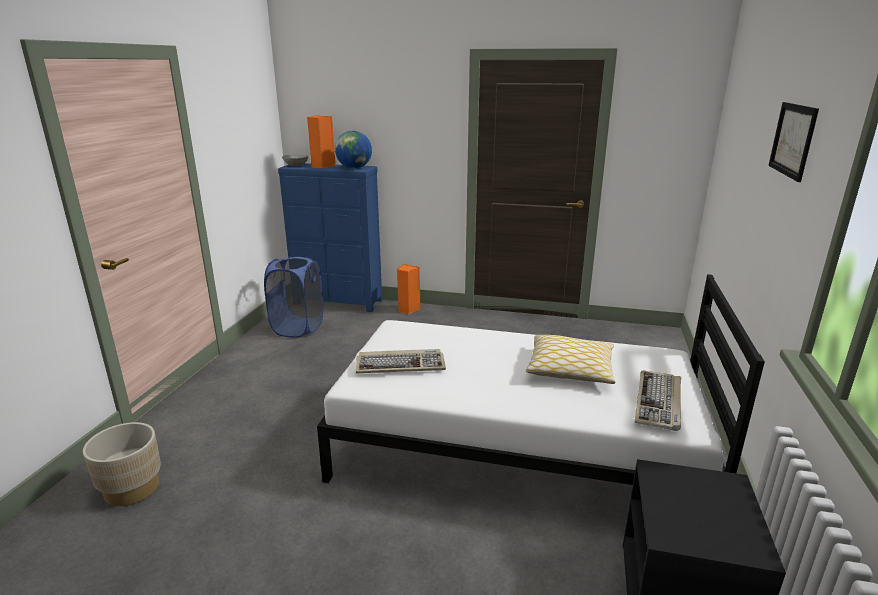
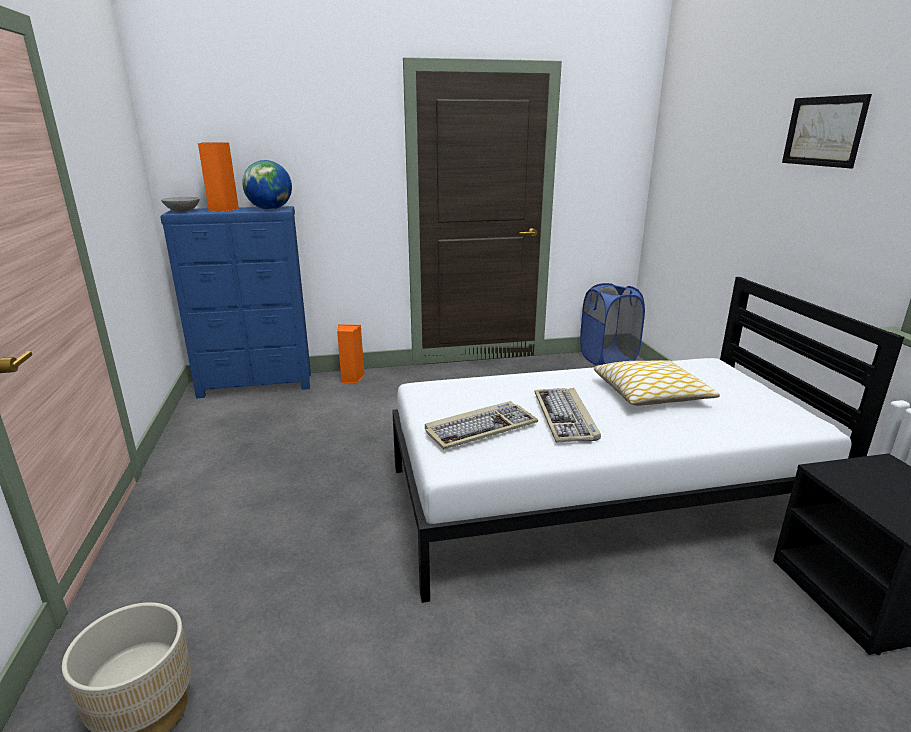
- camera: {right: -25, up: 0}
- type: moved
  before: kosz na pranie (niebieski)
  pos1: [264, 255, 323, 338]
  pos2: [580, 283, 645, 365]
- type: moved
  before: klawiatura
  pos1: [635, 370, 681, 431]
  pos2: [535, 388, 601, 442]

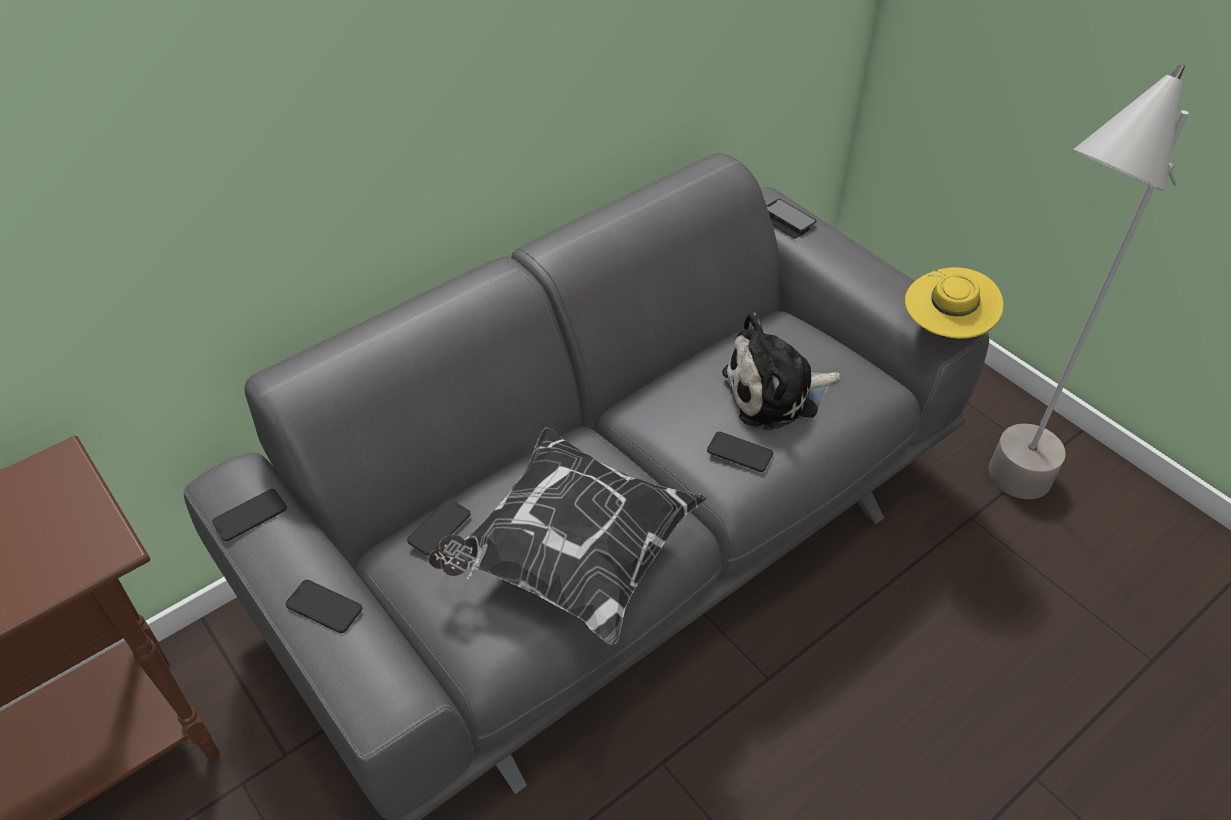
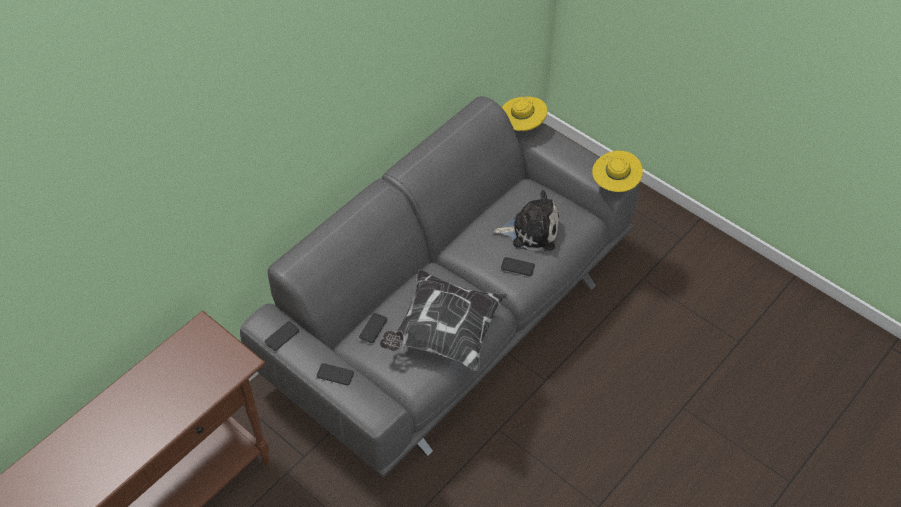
- camera: {right: -10, up: 5}
- type: removed
  before: lampa stojąca (szary)
  pos1: [988, 64, 1189, 499]
- type: replaced
  before: telefon
  after: kapelusz (żółty)
  pos1: [767, 199, 816, 238]
  pos2: [502, 93, 547, 131]
- type: turned
  before: pluszak
  pos1: [722, 312, 840, 430]
  pos2: [493, 190, 559, 252]
  turn: -150

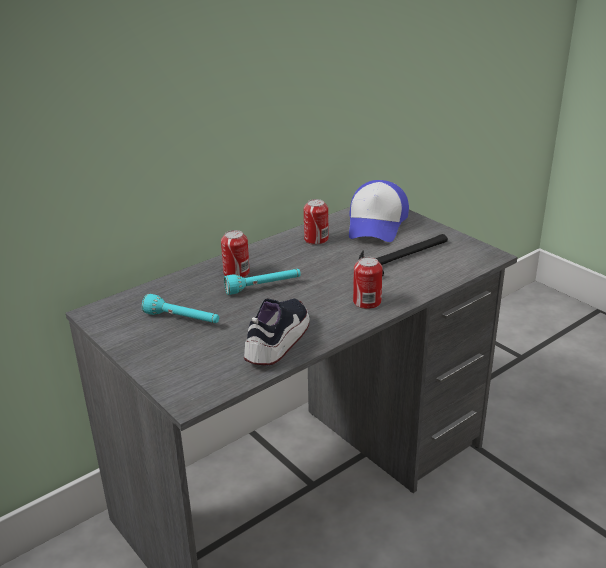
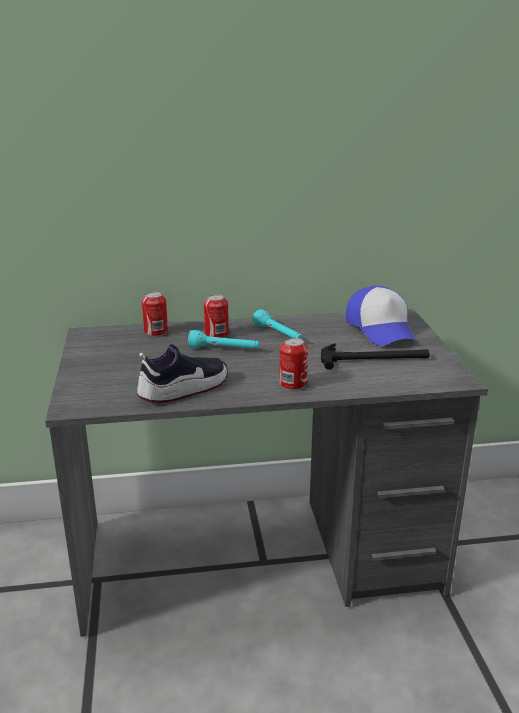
- camera: {right: 30, up: -5}
- type: moved
  before: latarka (turkusowy)
  pos1: [142, 294, 219, 323]
  pos2: [252, 309, 302, 339]
- type: moved
  before: puszka
  pos1: [304, 199, 328, 245]
  pos2: [142, 292, 168, 336]
- type: turned
  before: czapka z daszkiem
  pos1: [349, 180, 409, 242]
  pos2: [346, 286, 416, 346]
  turn: -60

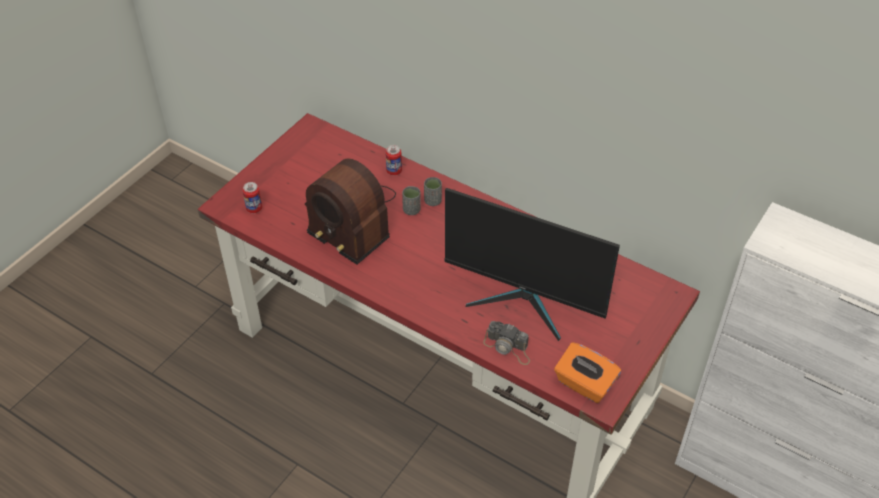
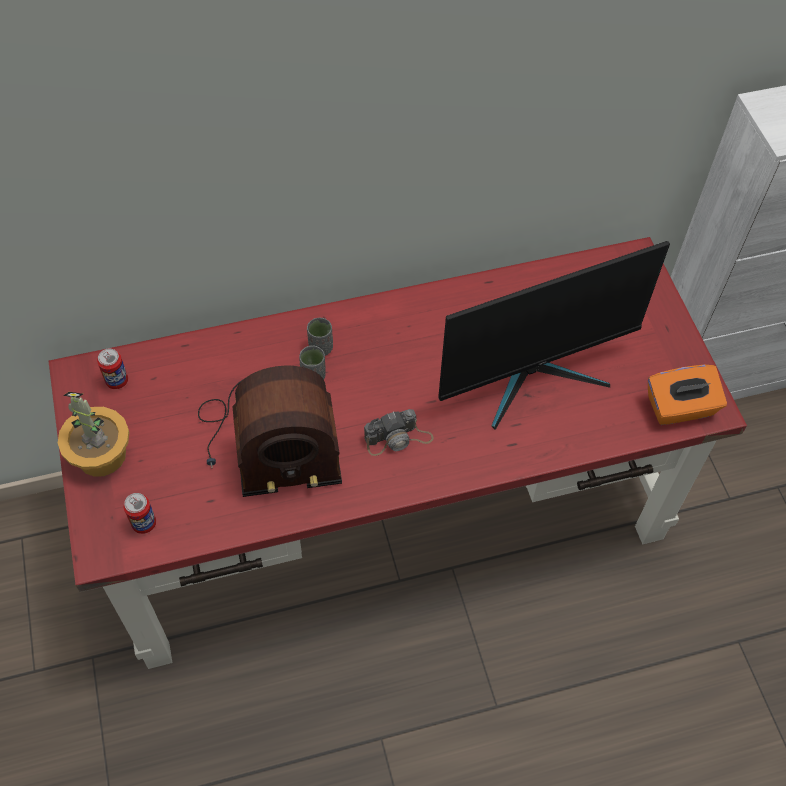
- camera: {right: -50, up: 10}
- type: added
  after: roślina doniczkowa
  pos2: [58, 392, 129, 477]
- type: moved
  before: puszka
  pos1: [385, 145, 402, 176]
  pos2: [97, 349, 128, 389]
- type: moved
  before: aparat fotograficzny
  pos1: [483, 321, 530, 365]
  pos2: [364, 409, 434, 456]

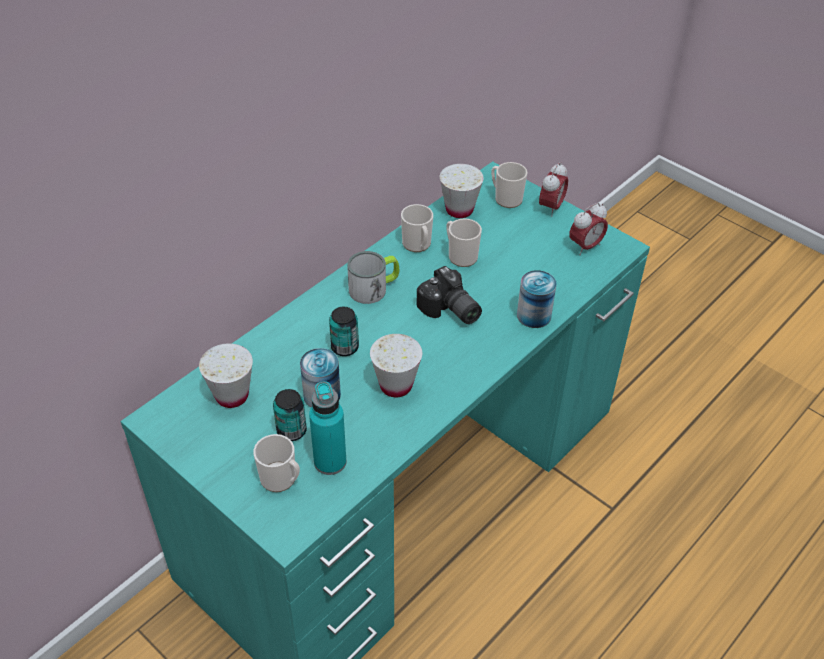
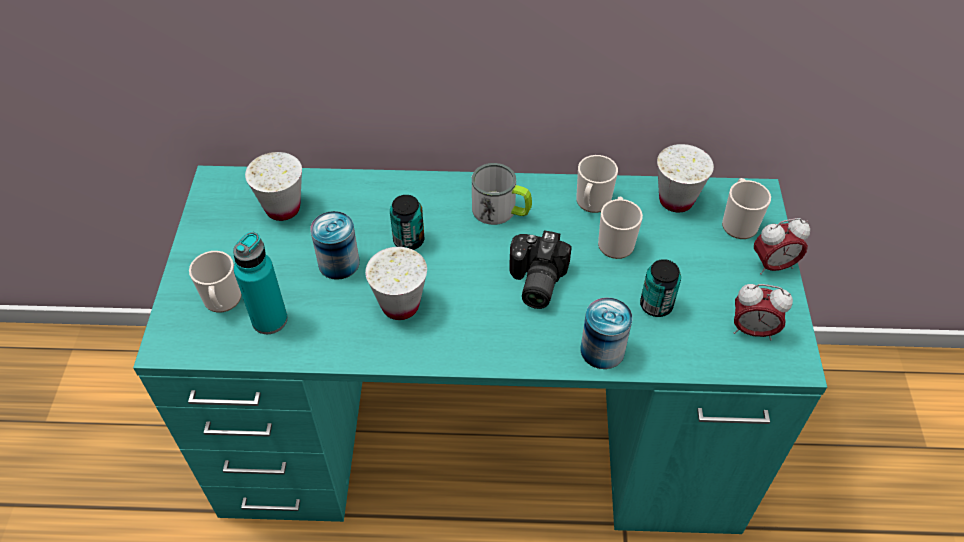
- camera: {right: 50, up: 5}
- type: moved
  before: puszka
  pos1: [273, 389, 307, 441]
  pos2: [640, 259, 681, 317]

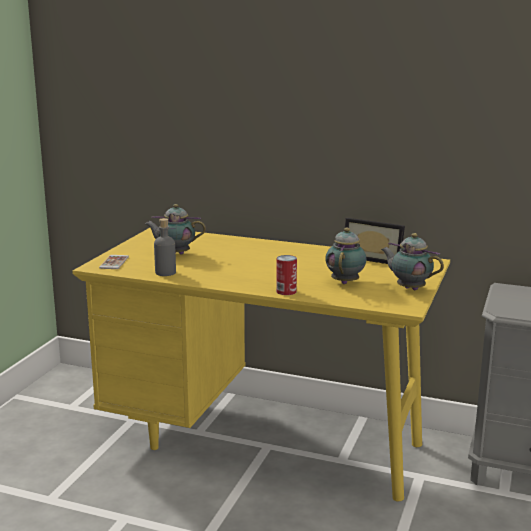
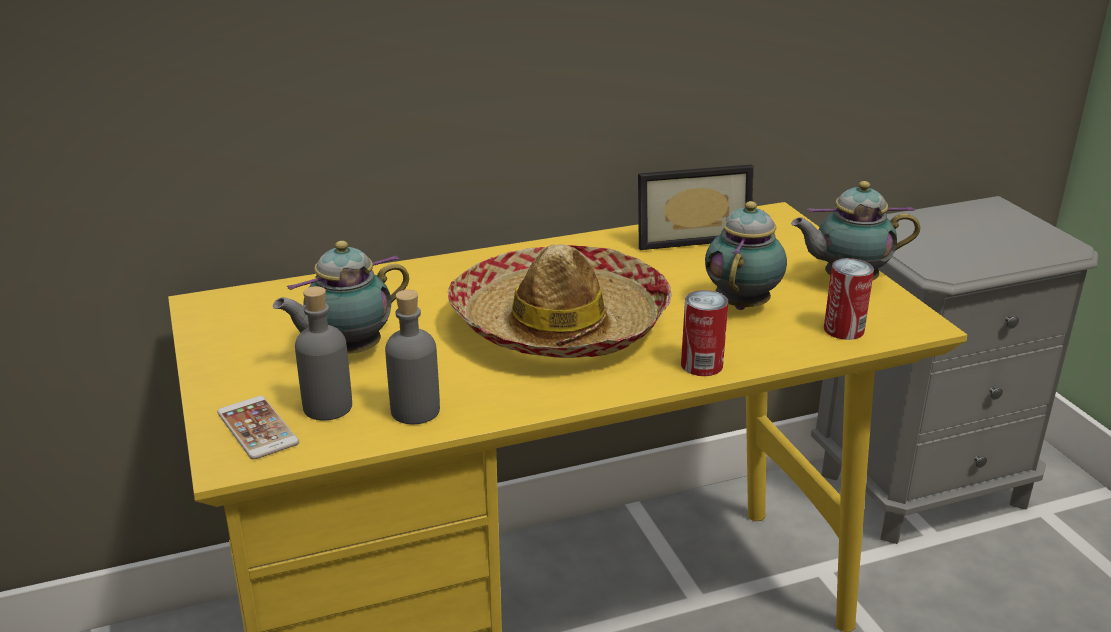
- camera: {right: -40, up: 10}
- type: added
  after: butelka (szary)
  pos2: [295, 286, 352, 421]
- type: added
  after: kapelusz
  pos2: [448, 244, 672, 358]
- type: added
  after: puszka
  pos2: [824, 258, 874, 340]
- type: turned
  before: imbryk
  pos1: [325, 228, 367, 284]
  pos2: [705, 201, 787, 310]
  turn: 45

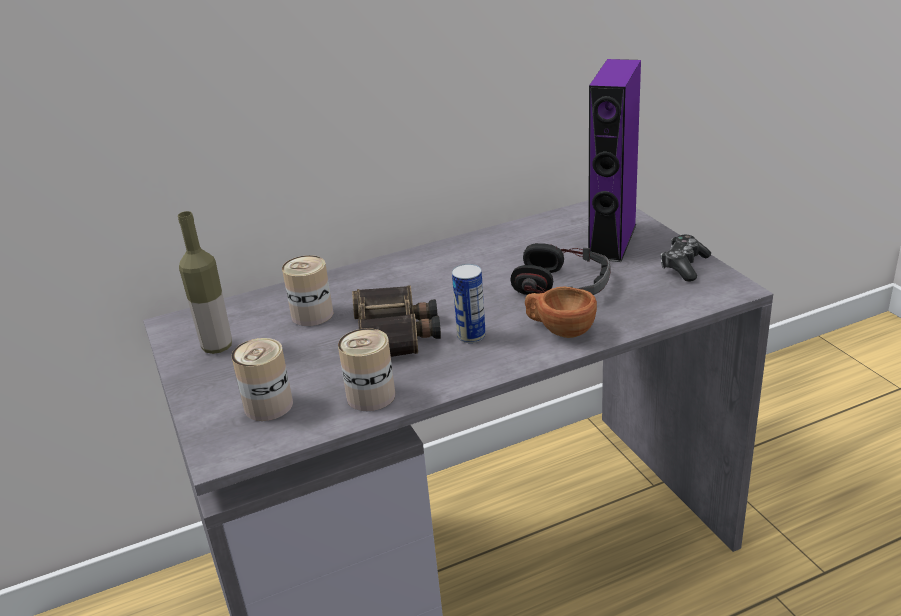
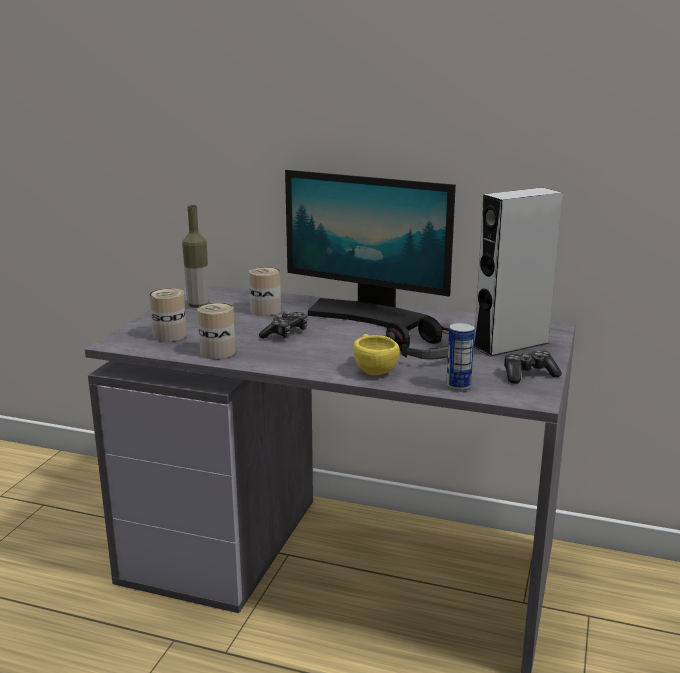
- camera: {right: 40, up: -10}
- type: added
  after: monitor
  pos2: [285, 170, 456, 331]
- type: moved
  before: puszka
  pos1: [452, 264, 486, 343]
  pos2: [446, 322, 475, 392]
- type: replaced
  before: lornetka
  after: pad do gier
  pos1: [352, 285, 441, 357]
  pos2: [259, 311, 308, 339]
- type: recoloured
  before: filiżanka (brązowy)
  after: filiżanka (żółty)
  pos1: [525, 286, 597, 338]
  pos2: [353, 334, 400, 375]
- type: recoloured
  before: głośnik (fioletowy)
  after: głośnik (szary)
  pos1: [588, 59, 641, 262]
  pos2: [474, 187, 563, 357]

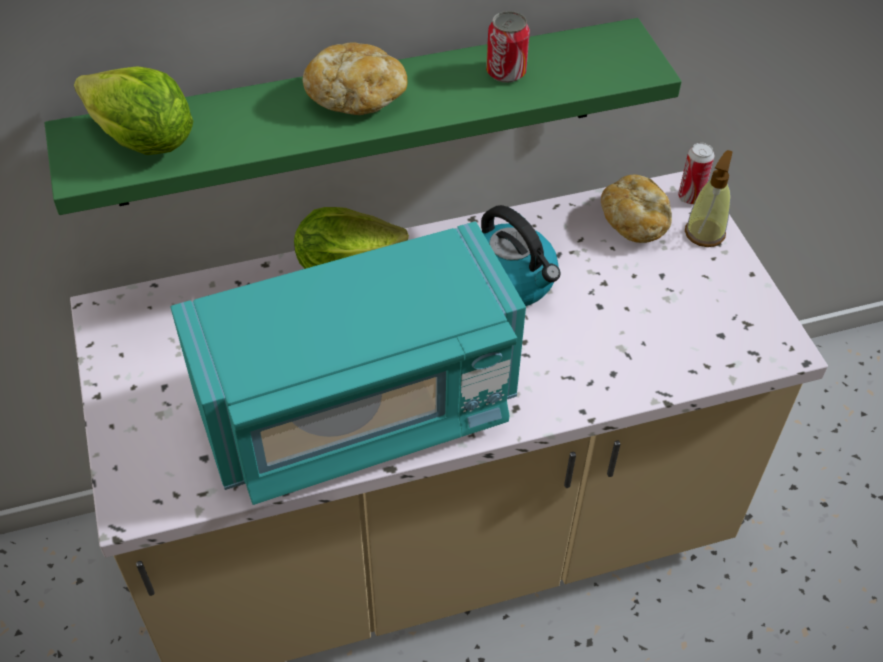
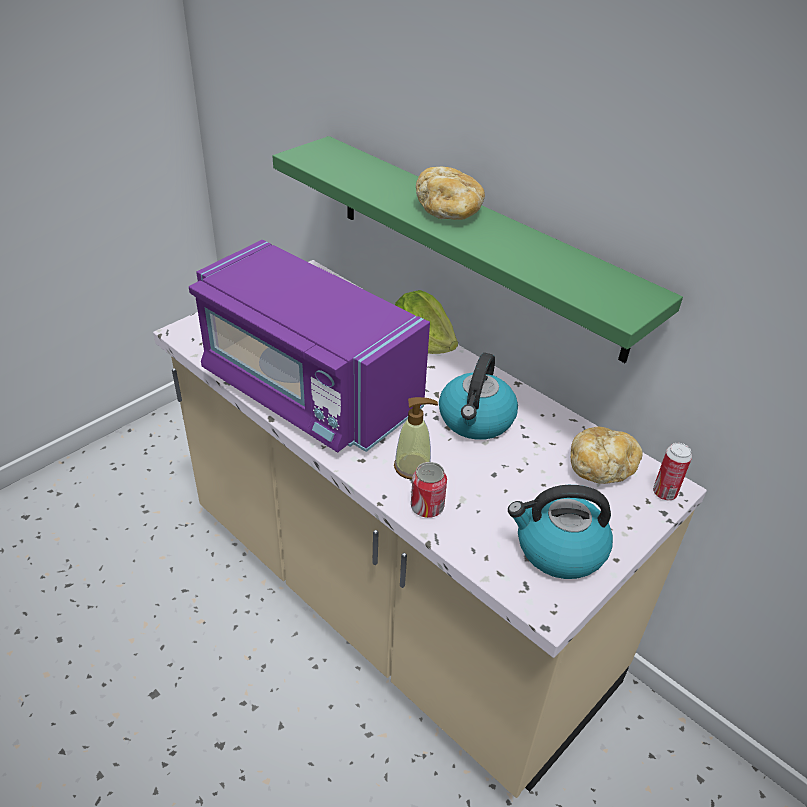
- camera: {right: 60, up: -10}
- type: removed
  before: sałata
  pos1: [74, 66, 193, 155]
- type: added
  after: czajnik
  pos2: [508, 485, 613, 579]
- type: moved
  before: puszka
  pos1: [486, 11, 530, 83]
  pos2: [411, 462, 447, 518]
- type: moved
  before: dozownik mydła
  pos1: [685, 150, 732, 247]
  pos2: [394, 397, 438, 479]
- type: recoloured
  before: mikrofalówka (turkusowy)
  after: mikrofalówka (fioletowy)
  pos1: [170, 221, 526, 505]
  pos2: [189, 240, 430, 452]

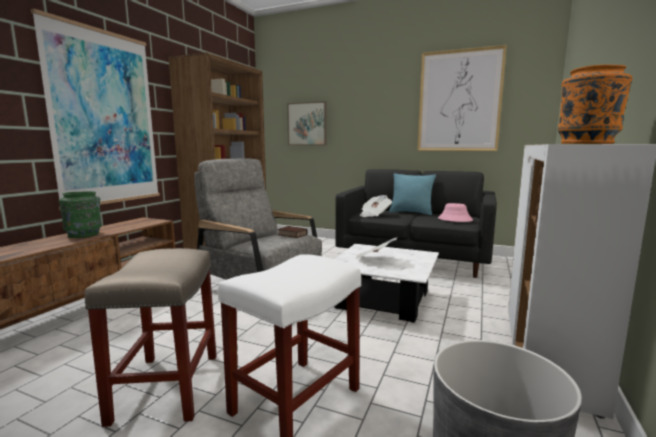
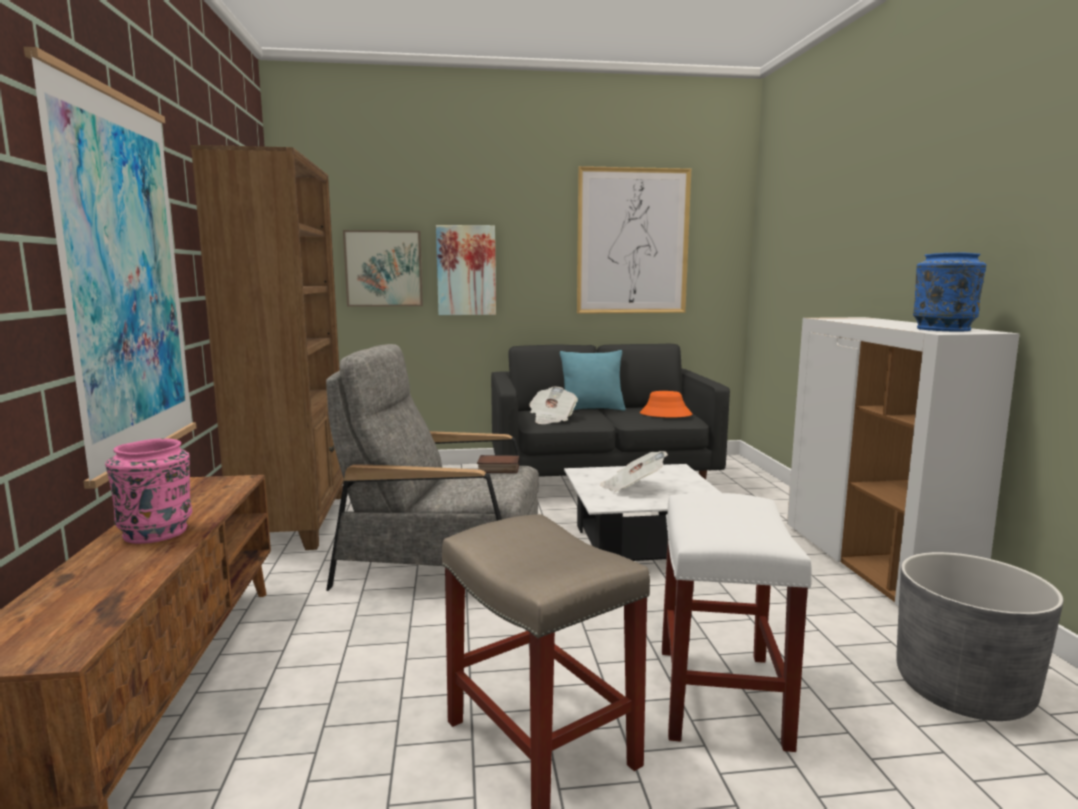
- camera: {right: -30, up: 0}
- type: added
  after: obraz
  pos2: [436, 225, 496, 315]
- type: recoloured
  before: wazon (zielony)
  after: wazon (różowy)
  pos1: [59, 191, 102, 238]
  pos2: [105, 438, 192, 544]
- type: recoloured
  before: kapelusz (różowy)
  after: kapelusz (pomarańczowy)
  pos1: [438, 203, 473, 222]
  pos2: [640, 391, 692, 417]
- type: recoloured
  before: wazon (pomarańczowy)
  after: wazon (niebieski)
  pos1: [558, 65, 632, 144]
  pos2: [913, 252, 986, 332]

